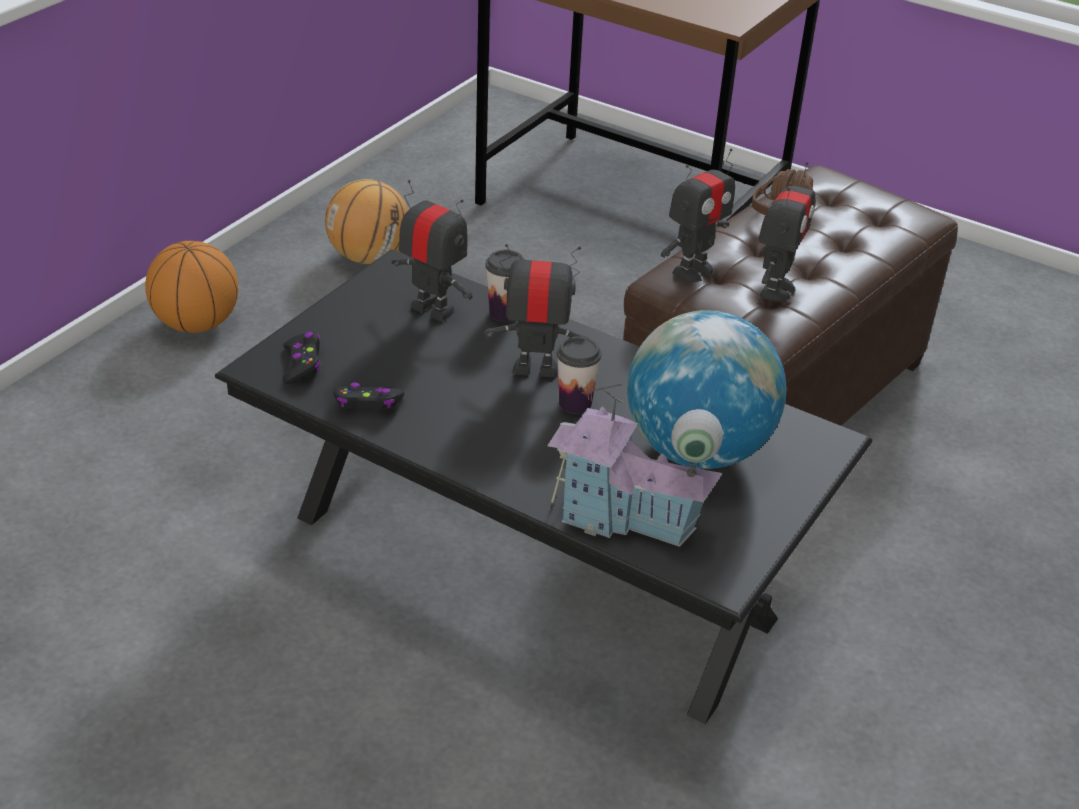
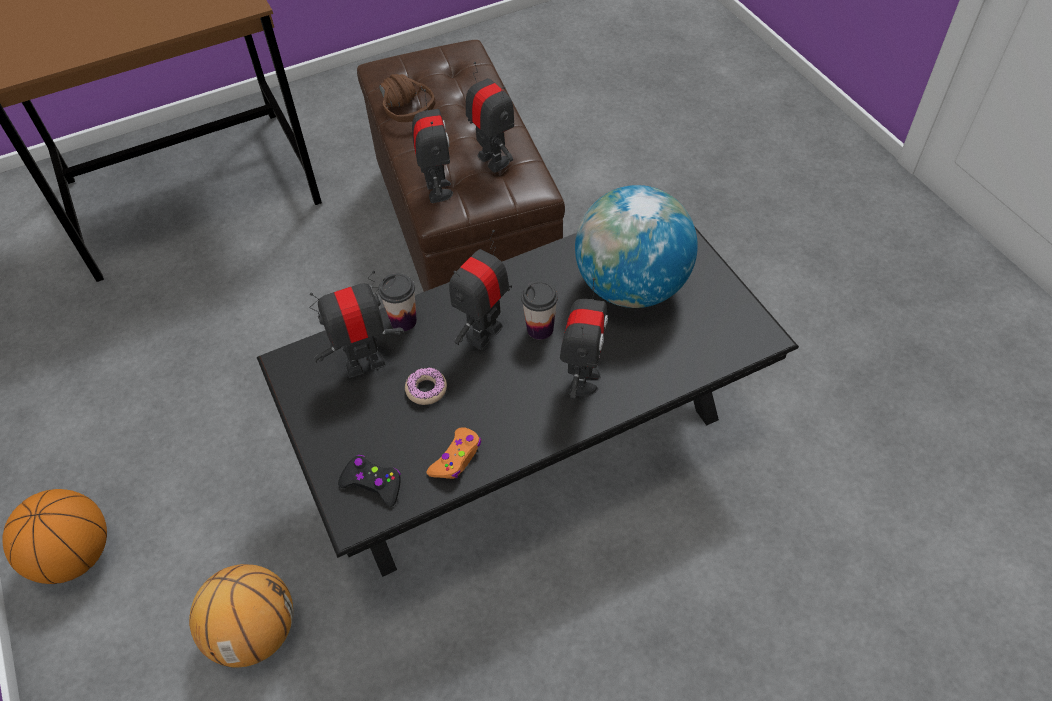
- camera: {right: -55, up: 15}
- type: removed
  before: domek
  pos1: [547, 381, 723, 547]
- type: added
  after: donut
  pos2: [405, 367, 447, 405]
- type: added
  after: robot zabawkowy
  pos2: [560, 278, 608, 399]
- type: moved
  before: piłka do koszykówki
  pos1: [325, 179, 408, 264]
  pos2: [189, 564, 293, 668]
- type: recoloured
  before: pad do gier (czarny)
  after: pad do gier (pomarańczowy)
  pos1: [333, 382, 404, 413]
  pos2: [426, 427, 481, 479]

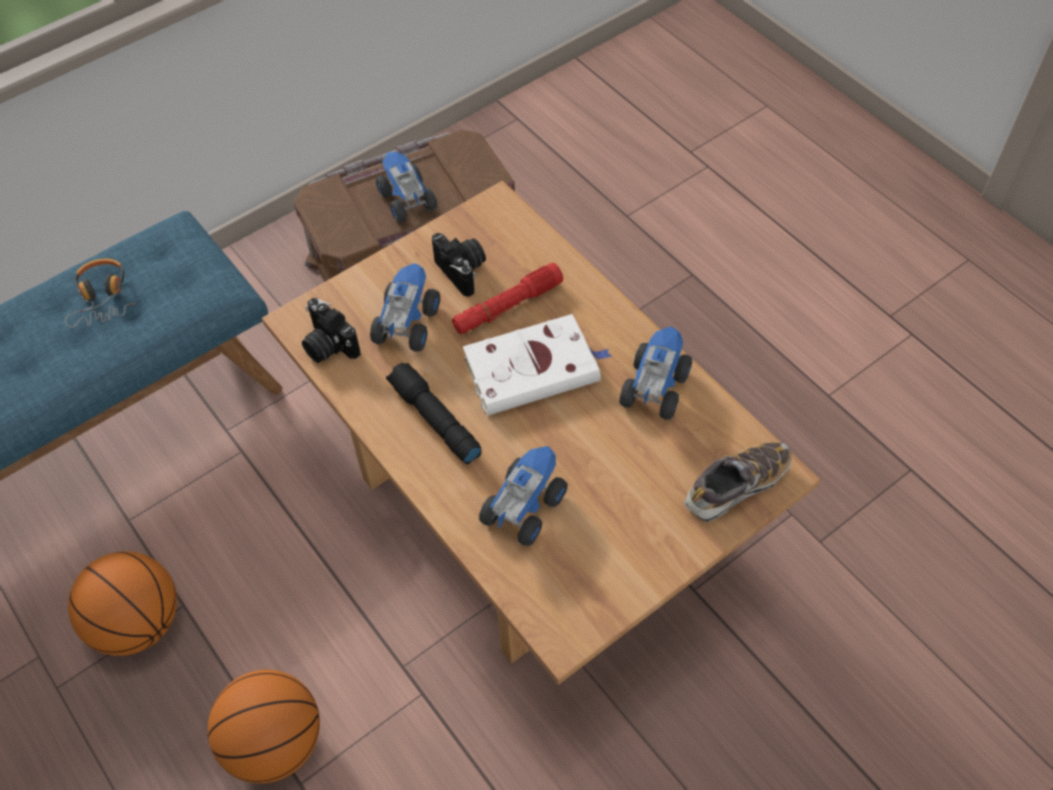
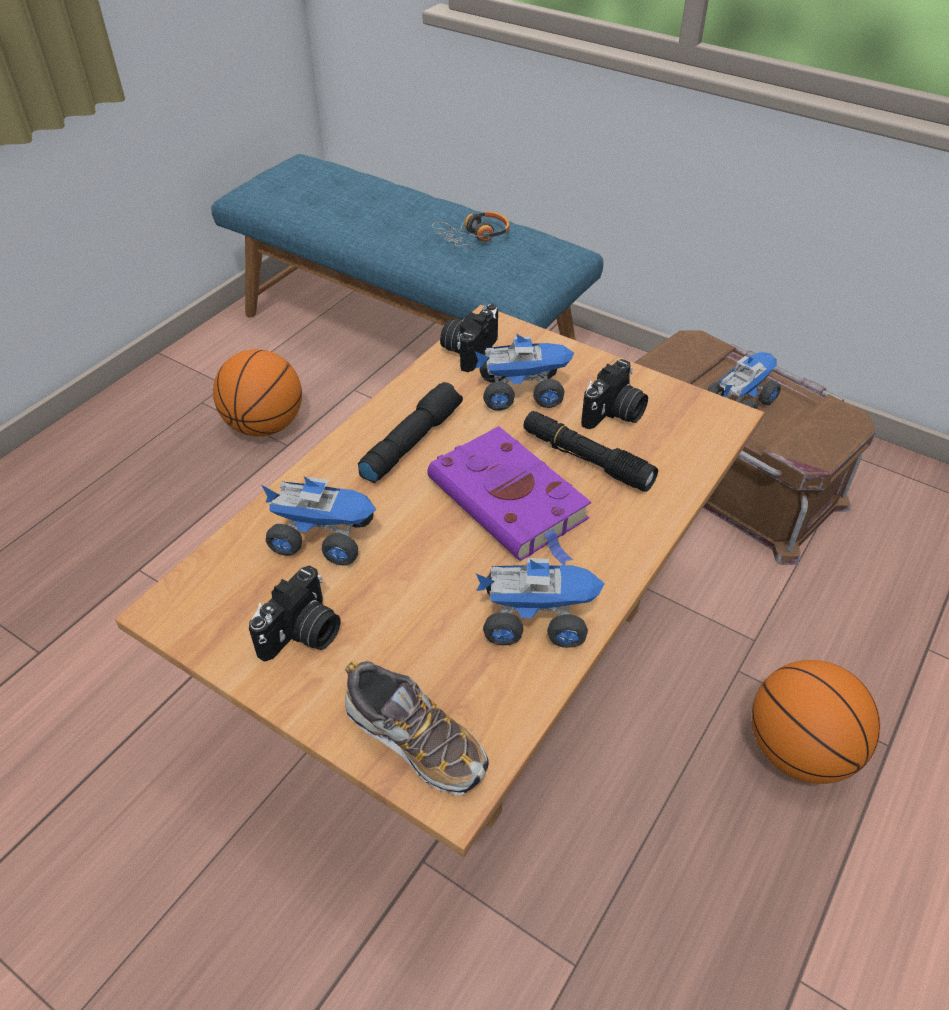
- camera: {right: 70, up: -10}
- type: added
  after: aparat fotograficzny
  pos2: [249, 565, 340, 662]
- type: moved
  before: piłka do koszykówki
  pos1: [208, 670, 320, 783]
  pos2: [752, 660, 880, 784]
- type: recoloured
  before: latarka (czerwony)
  after: latarka (czarny)
  pos1: [452, 263, 563, 334]
  pos2: [523, 411, 658, 492]
- type: recoloured
  before: książka (biały)
  after: książka (fioletowy)
  pos1: [463, 314, 612, 416]
  pos2: [427, 426, 591, 565]

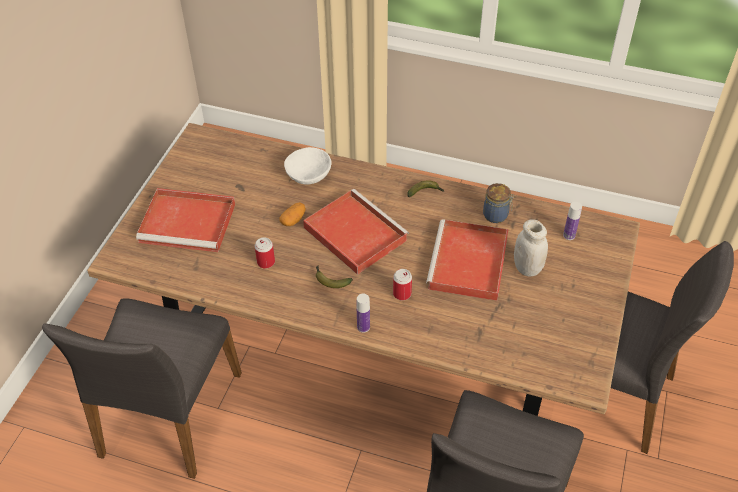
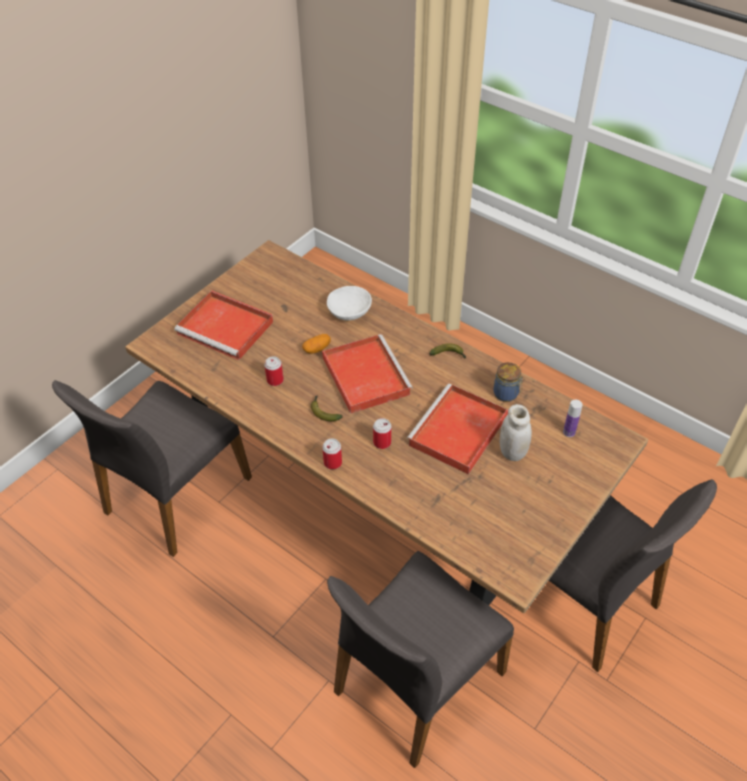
- camera: {right: 20, up: 0}
- type: replaced
  before: butelka
  after: puszka
  pos1: [357, 294, 370, 333]
  pos2: [322, 438, 342, 470]

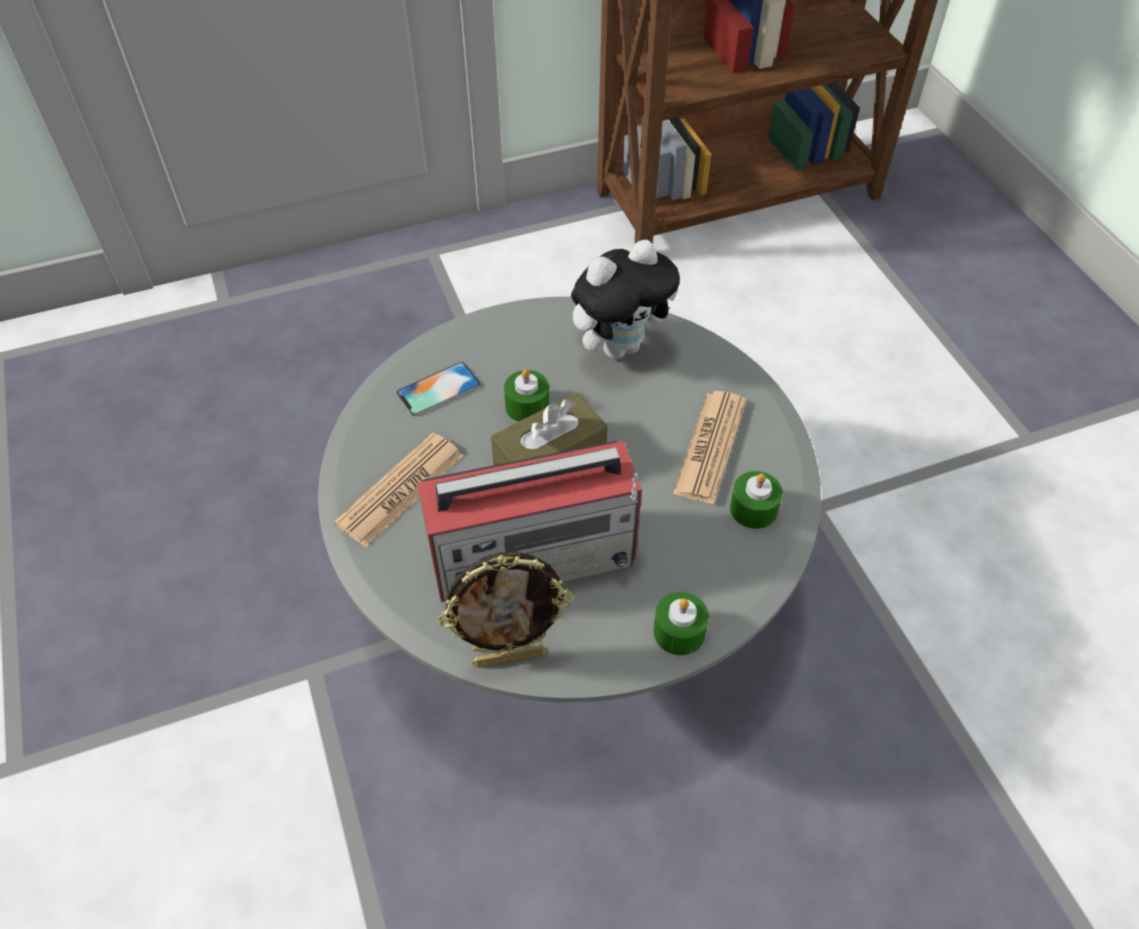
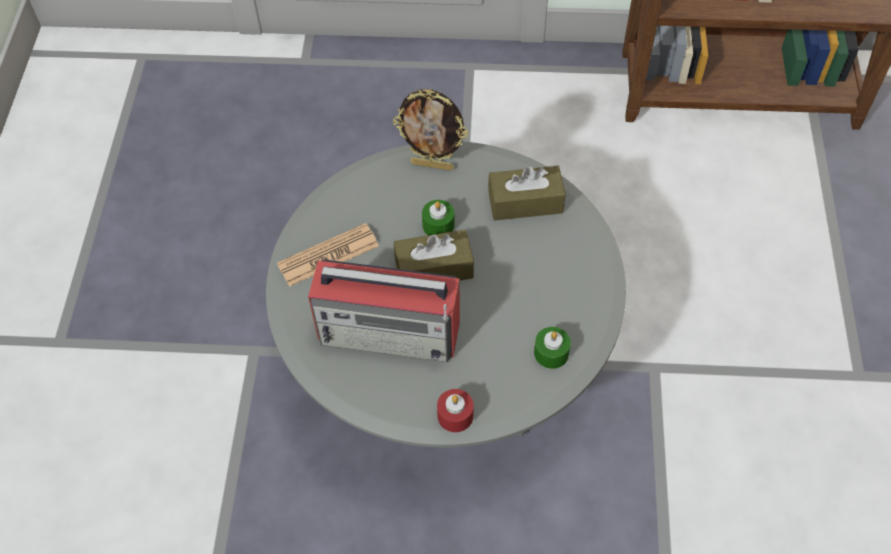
- camera: {right: 25, up: 5}
- type: removed
  before: telefon
  pos1: [396, 362, 481, 416]
- type: removed
  before: gazeta
  pos1: [673, 391, 746, 504]
- type: moved
  before: ramka na zdjęcie
  pos1: [438, 552, 573, 668]
  pos2: [393, 89, 469, 171]
- type: replaced
  before: pluszak
  after: pudełko chusteczek (brązowy)
  pos1: [571, 240, 680, 359]
  pos2: [488, 166, 566, 221]
- type: recoloured
  before: świeca (zielony)
  after: świeca (czerwony)
  pos1: [653, 592, 709, 655]
  pos2: [437, 389, 474, 432]

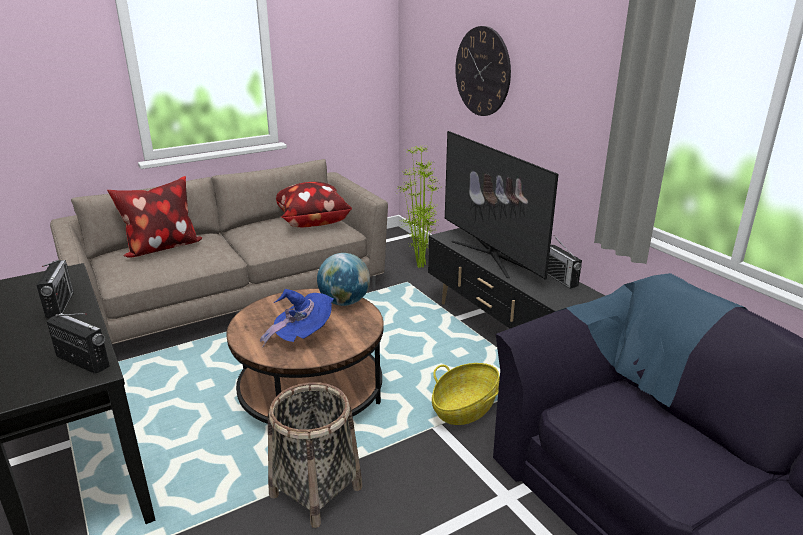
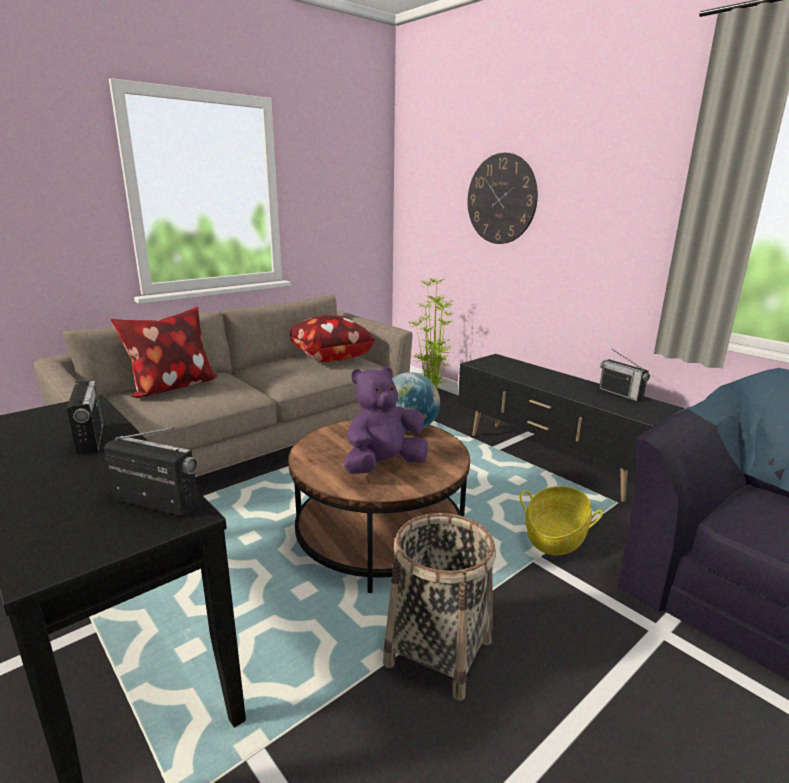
- camera: {right: -10, up: -5}
- type: removed
  before: telewizor
  pos1: [445, 131, 559, 280]
- type: replaced
  before: kapelusz (niebieski)
  after: pluszak (fioletowy)
  pos1: [260, 289, 334, 347]
  pos2: [344, 366, 428, 474]

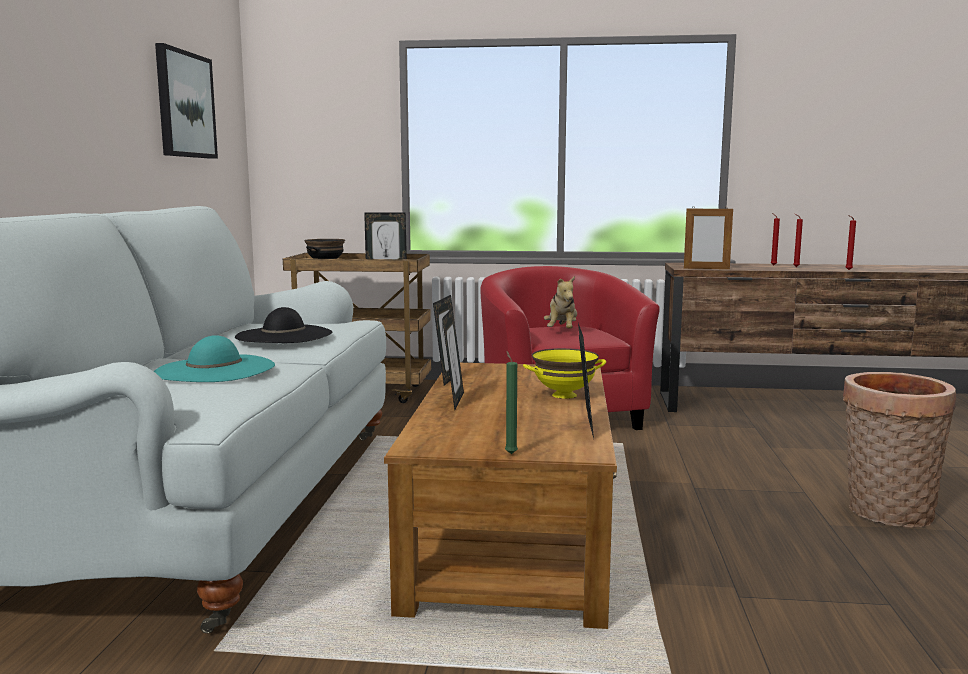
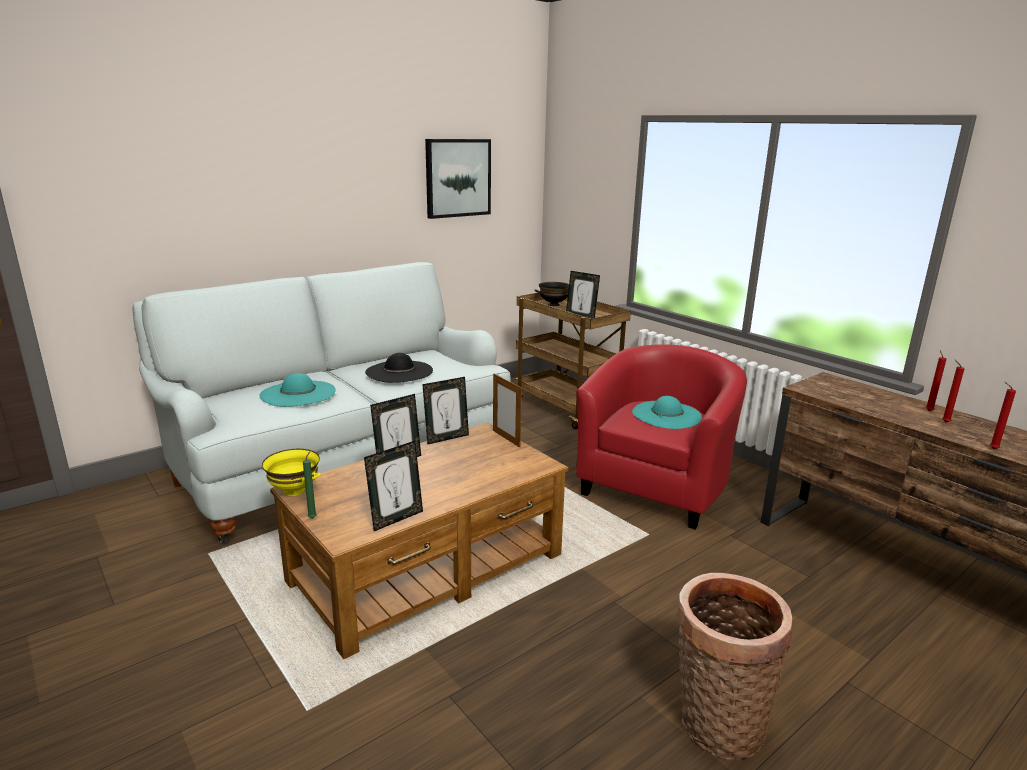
- camera: {right: 45, up: 10}
- type: moved
  before: miska (żółty)
  pos1: [523, 348, 606, 399]
  pos2: [262, 449, 321, 496]
- type: moved
  before: ramka na zdjęcie
  pos1: [684, 206, 733, 269]
  pos2: [493, 373, 522, 448]
- type: replaced
  before: pluszak
  after: kapelusz (turkusowy)
  pos1: [544, 276, 577, 329]
  pos2: [632, 396, 702, 429]

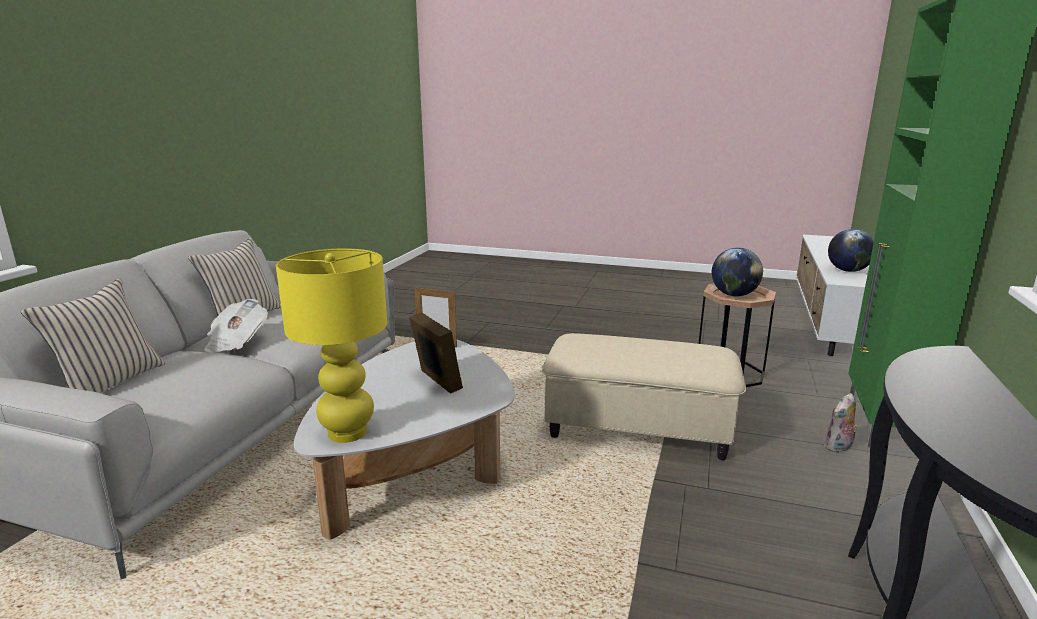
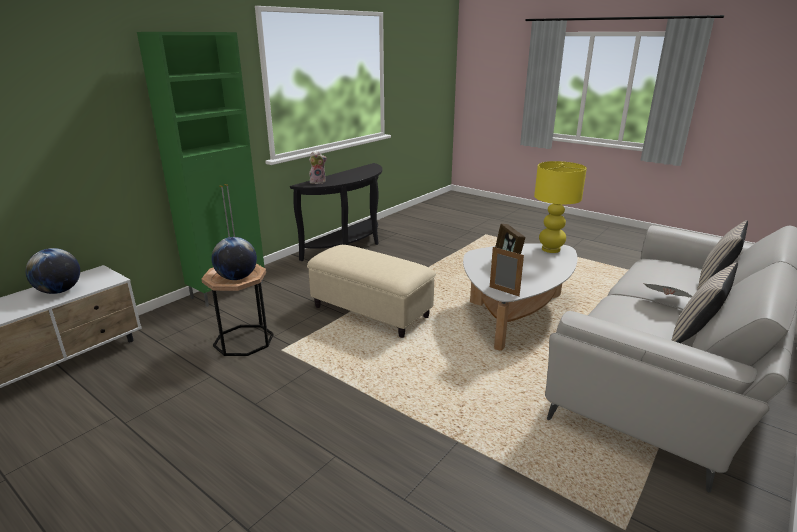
- camera: {right: -160, up: 5}
- type: moved
  before: pluszak
  pos1: [824, 393, 858, 453]
  pos2: [309, 151, 327, 184]

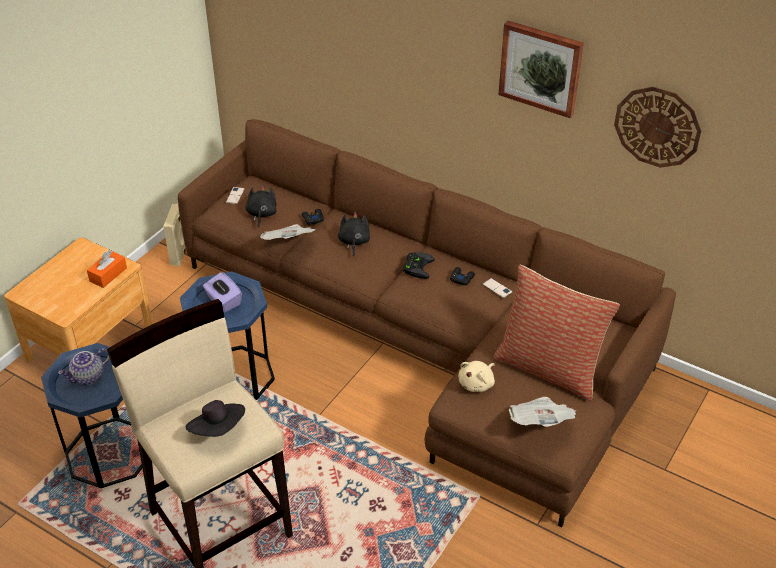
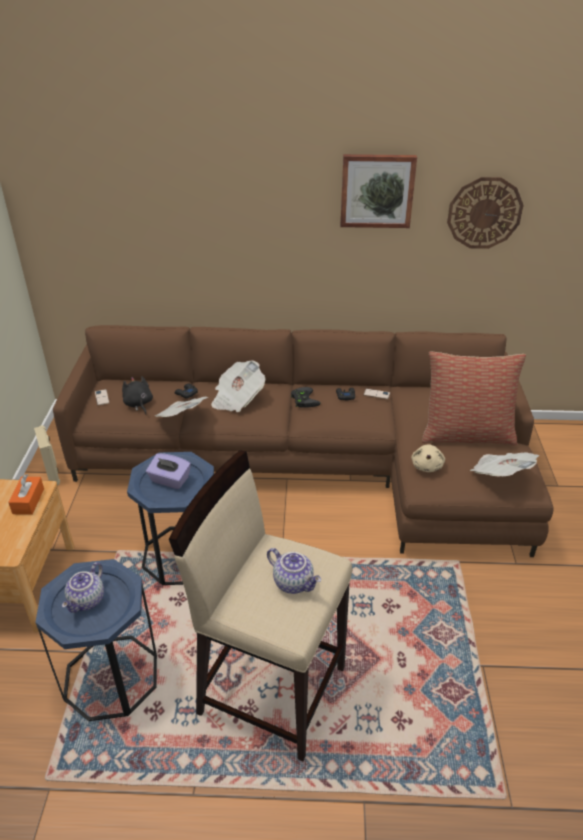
- camera: {right: -30, up: -5}
- type: replaced
  before: kapelusz (czarny)
  after: imbryk
  pos1: [186, 400, 245, 437]
  pos2: [267, 548, 321, 594]
- type: replaced
  before: pluszak (czarny)
  after: gazeta
  pos1: [338, 212, 370, 257]
  pos2: [211, 361, 265, 412]

